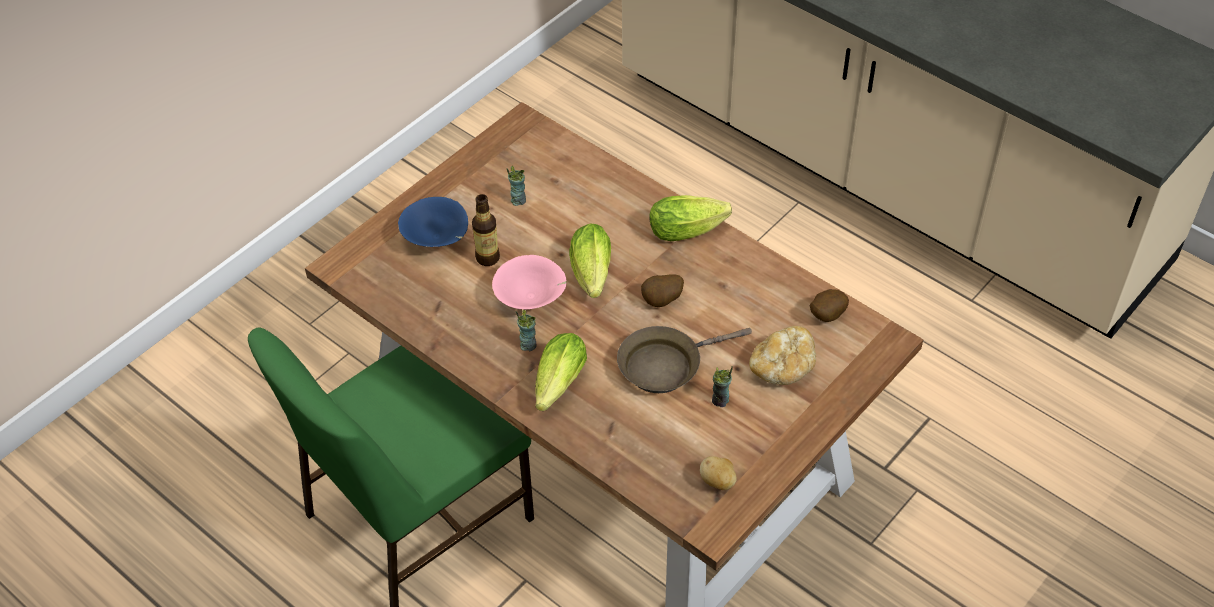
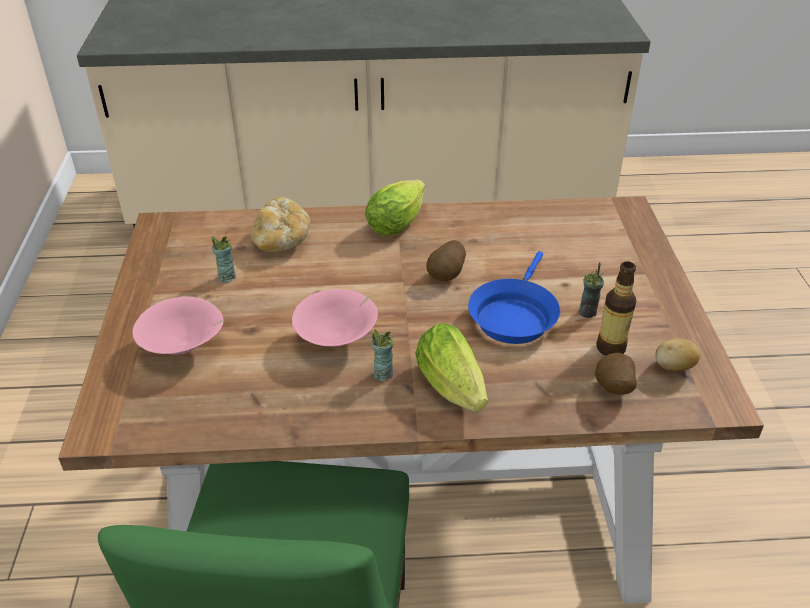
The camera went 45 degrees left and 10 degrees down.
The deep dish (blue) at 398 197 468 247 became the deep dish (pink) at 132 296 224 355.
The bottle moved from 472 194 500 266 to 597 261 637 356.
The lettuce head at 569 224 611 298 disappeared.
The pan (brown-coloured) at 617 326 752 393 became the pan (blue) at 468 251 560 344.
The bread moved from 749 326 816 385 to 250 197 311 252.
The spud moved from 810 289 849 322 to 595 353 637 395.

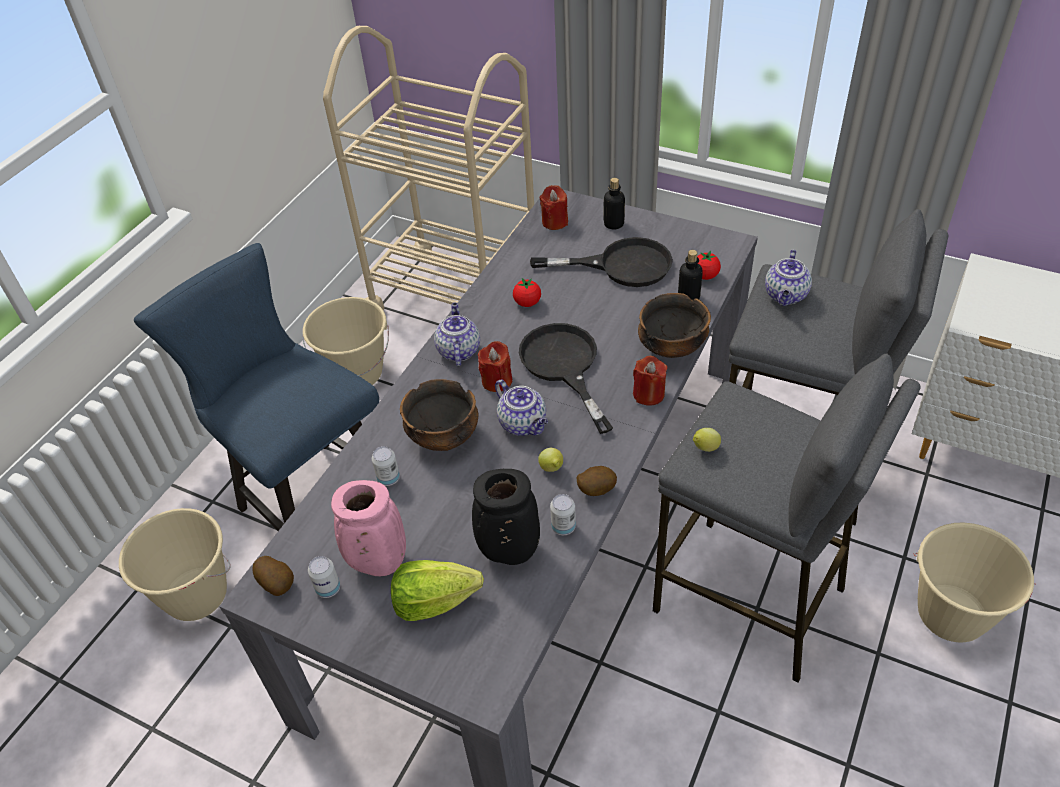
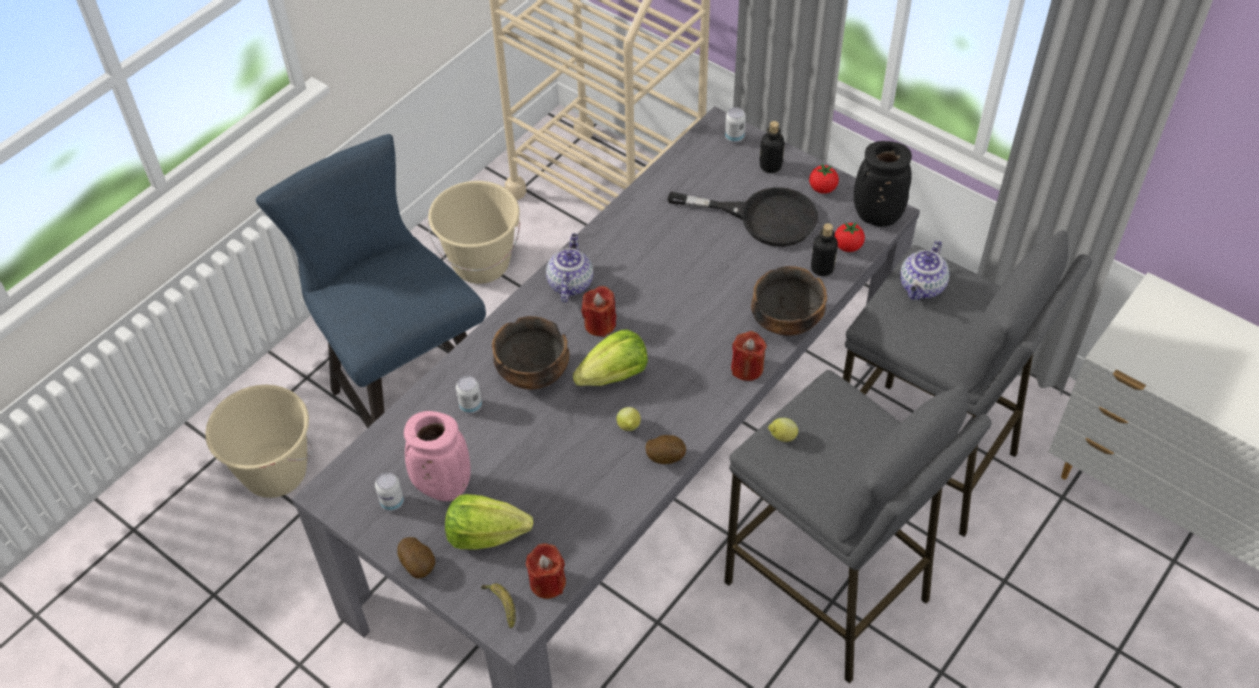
The camera went 10 degrees right and 5 degrees up.
The spud moved from 252 556 294 596 to 397 537 435 579.
The decorative vase (blackish) moved from 472 469 540 565 to 854 141 912 227.
The tea pot at 495 380 548 436 was replaced by the lettuce head at 573 329 648 386.
The tomato moved from 513 278 541 307 to 809 164 839 194.
The pan (blackish) at 519 323 613 434 disappeared.
The wax light (red-coloured) moved from 540 185 568 230 to 526 543 566 599.
The can moved from 550 494 576 535 to 725 107 746 142.
The bucket (beige-coloured) at 913 523 1035 642 disappeared.
The banana at 481 583 516 628 appeared.

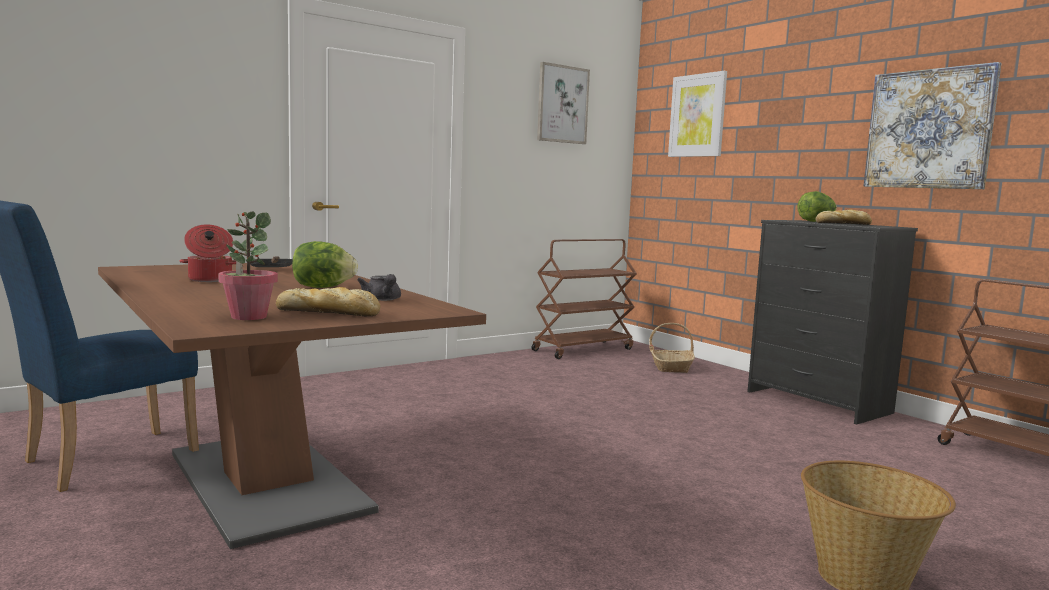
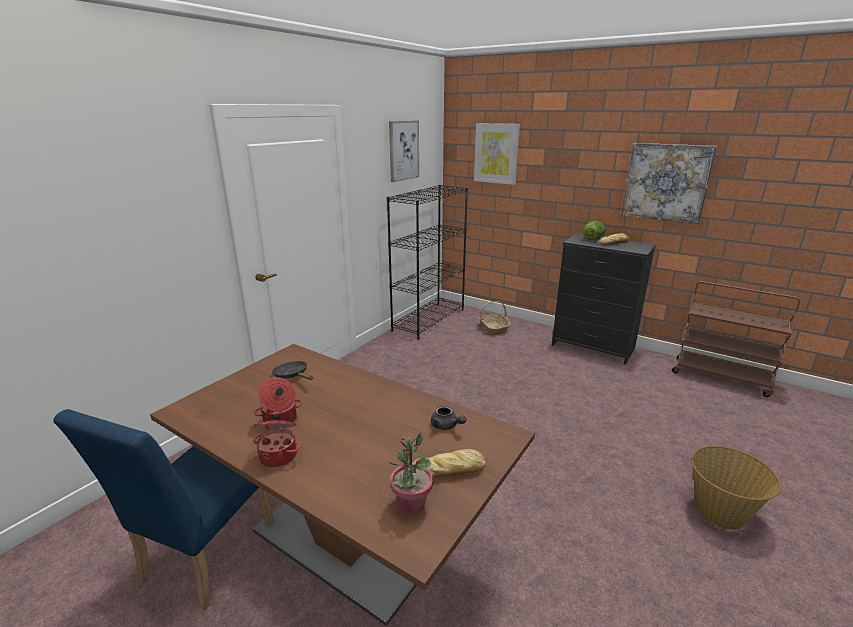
The camera went 20 degrees left and 15 degrees up.
The lettuce head at 292 241 358 288 disappeared.
The cart (brown-coloured) at 531 239 637 359 was replaced by the shelving unit (blackish) at 387 185 468 340.
The cooking pot at 253 415 301 468 appeared.

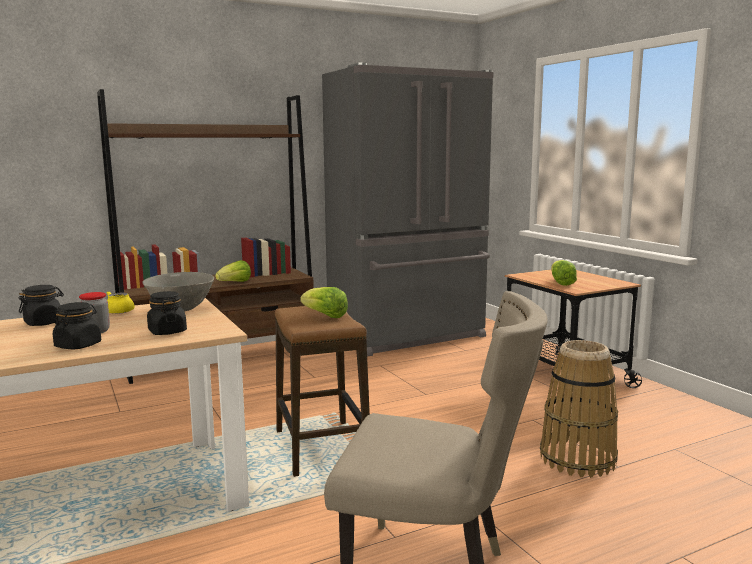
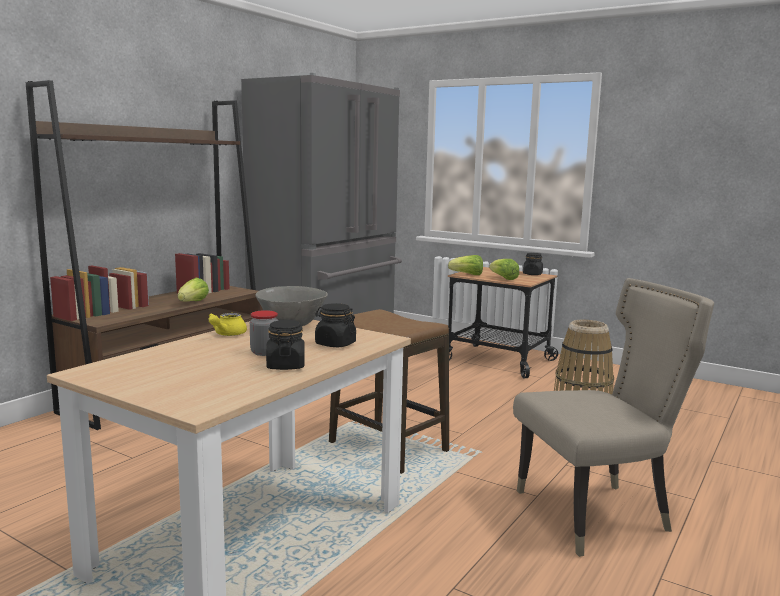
The camera went 30 degrees left and 0 degrees up.
The preserve jar (blackish) moved from 19 285 64 326 to 523 253 543 275.
The lettuce head moved from 300 287 348 318 to 448 255 483 275.

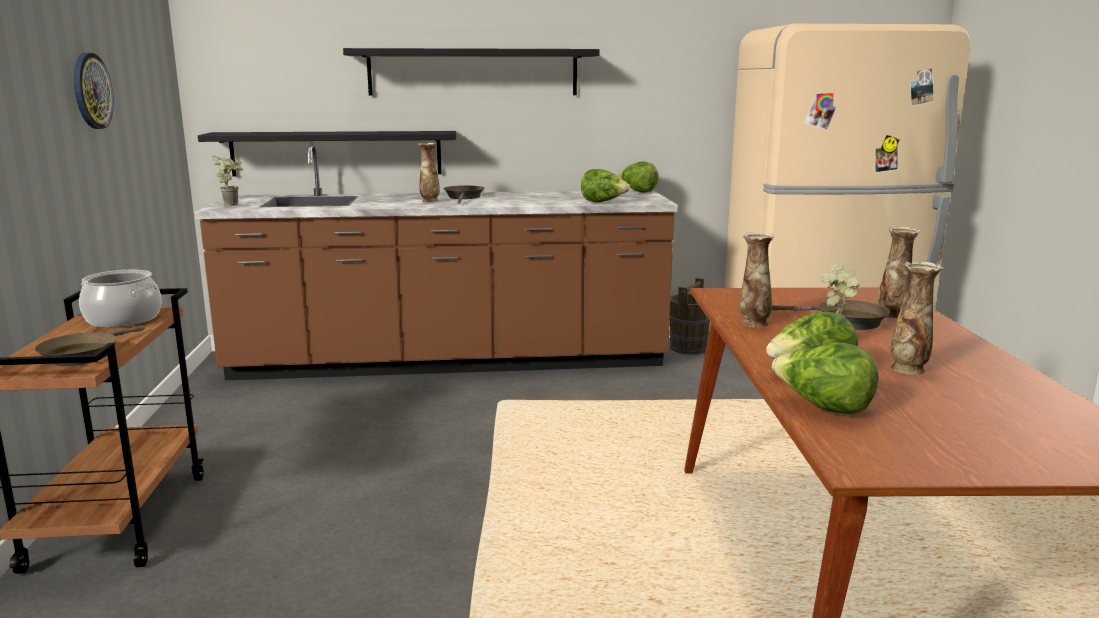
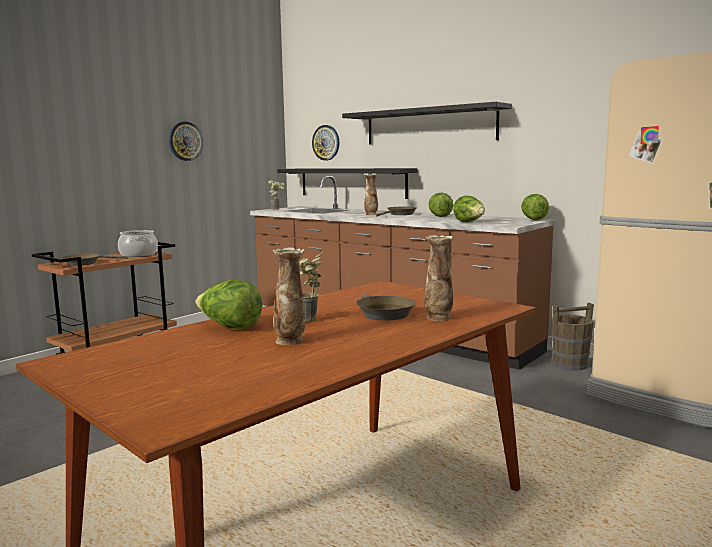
The camera went 45 degrees right and 5 degrees down.
The decorative vase at 740 232 774 328 disappeared.
The lettuce head moved from 772 343 879 414 to 428 192 453 217.
The hanging clock at 312 125 339 160 appeared.

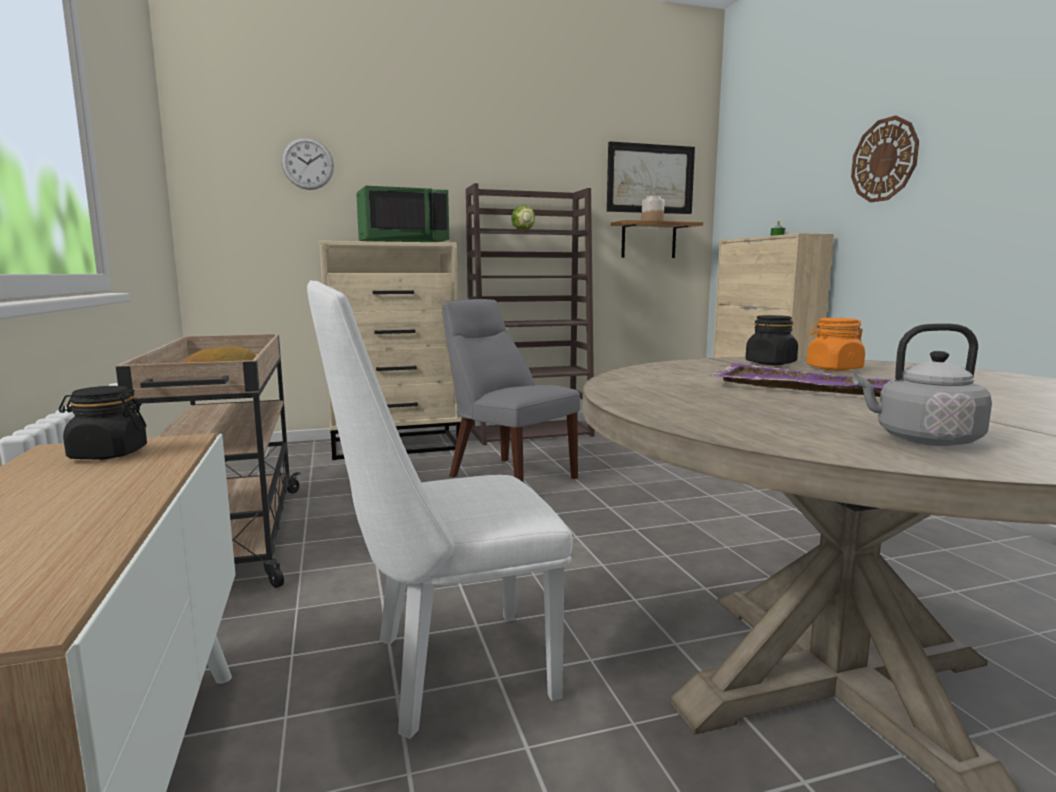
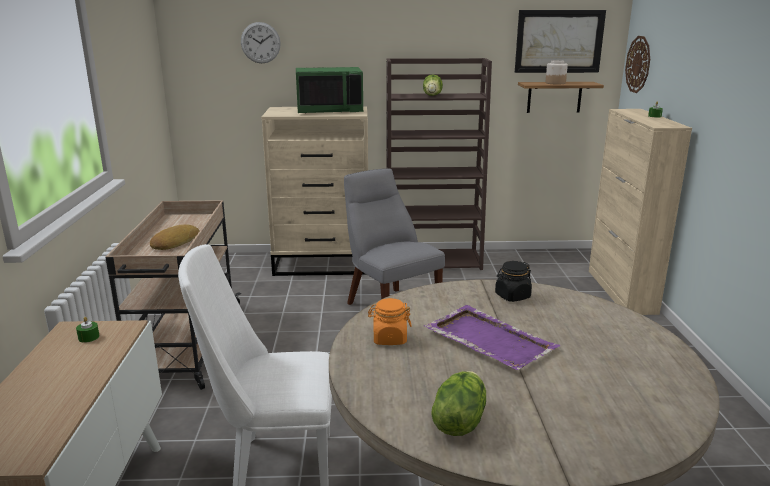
The camera went 15 degrees right and 10 degrees up.
The preserve jar (blackish) at 59 386 147 460 was replaced by the wax light (greenish) at 76 317 100 343.
The preserve jar (orange) moved from 806 318 865 371 to 368 298 412 345.
The hanging clock moved from 851 115 919 202 to 625 36 650 93.
The water kettle (grey) at 853 323 992 446 was replaced by the lettuce head at 431 371 486 436.

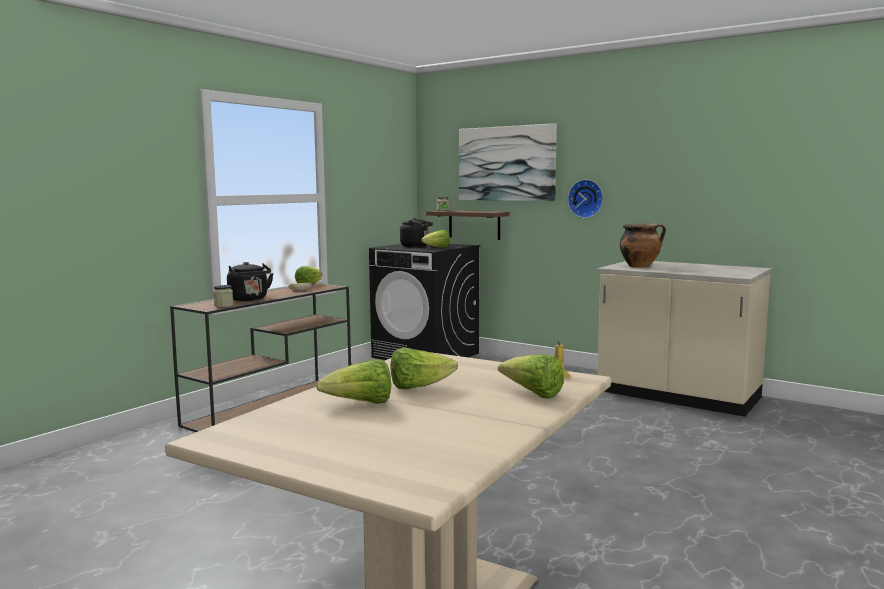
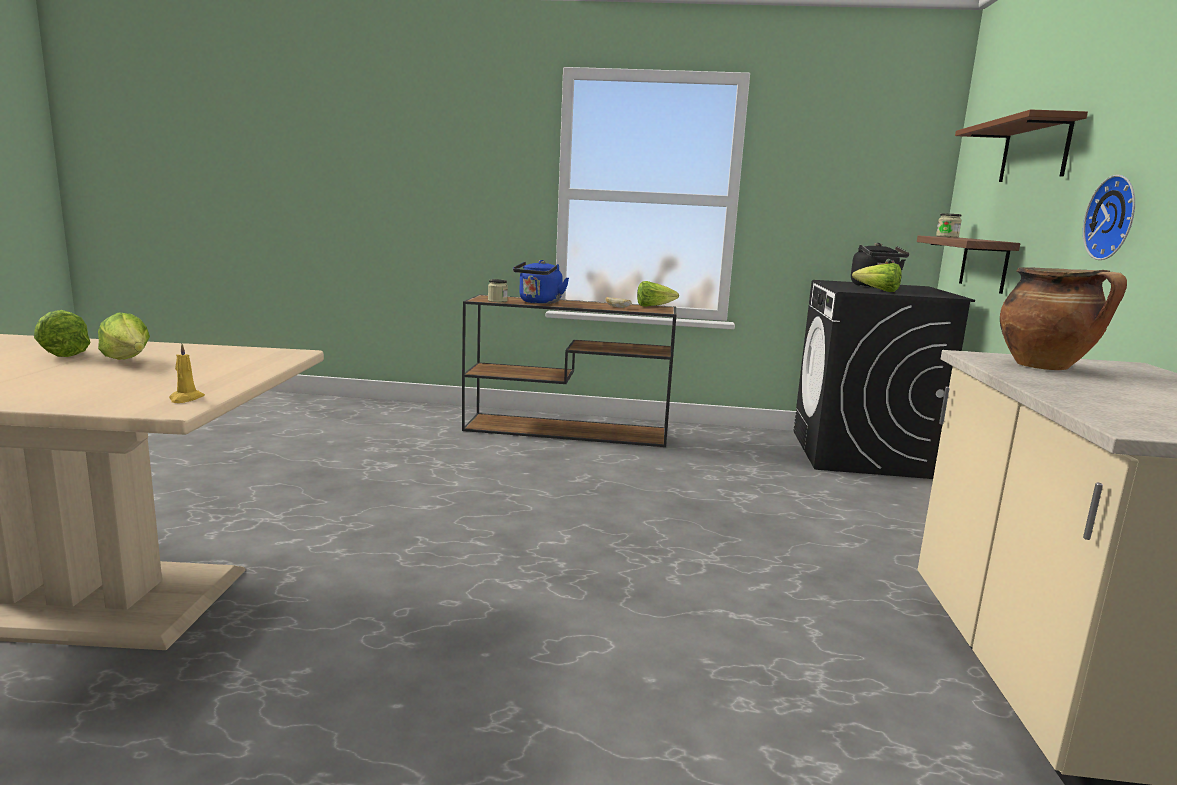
The camera went 60 degrees right and 5 degrees up.
The water kettle (blackish) at 227 262 274 301 became the water kettle (blue) at 513 260 569 304.
The wall picture at 459 123 557 201 was replaced by the shelf (brown-coloured) at 955 109 1088 182.
The lettuce head at 498 355 564 399 disappeared.

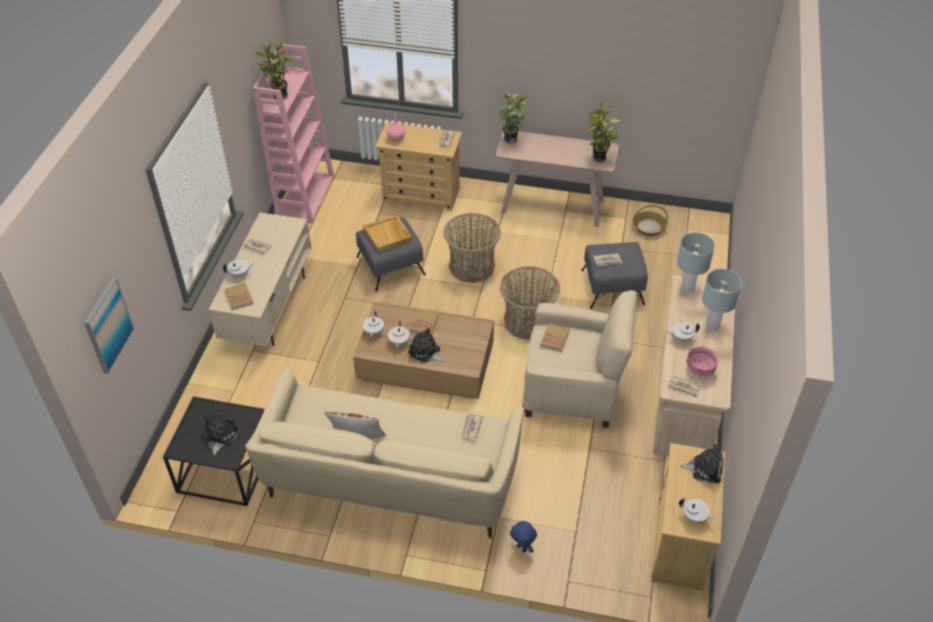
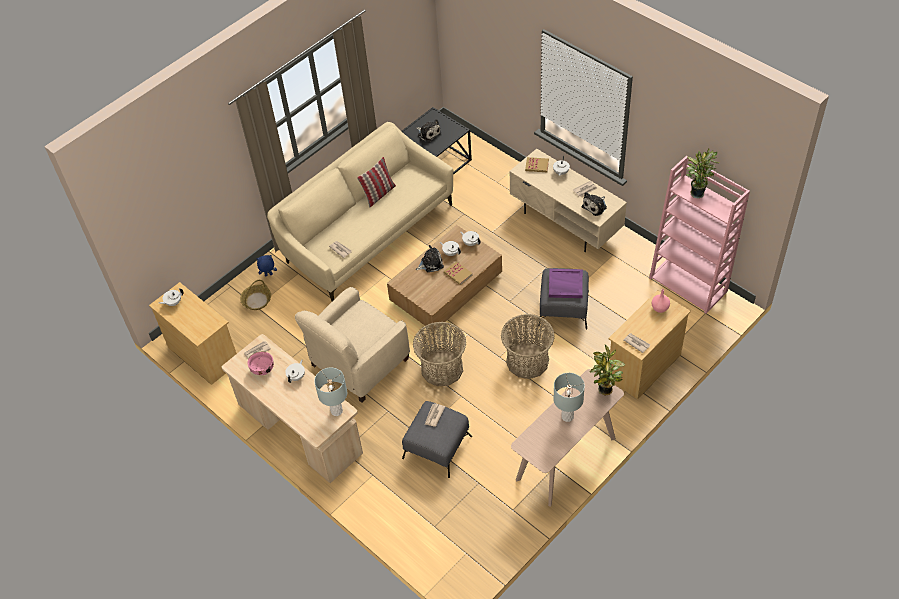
The camera went 125 degrees right and 5 degrees up.
The wall picture at 84 278 135 374 disappeared.
The tray (beige-coloured) at 363 215 412 252 became the tray (purplish) at 549 269 583 298.
The book at 540 323 570 352 disappeared.
The plant in a pot at 587 103 621 163 disappeared.
The basket moved from 633 205 668 236 to 240 280 271 310.
The plush toy moved from 680 443 724 483 to 582 192 607 216.
The table lamp (grey) moved from 702 269 742 331 to 553 373 585 422.

